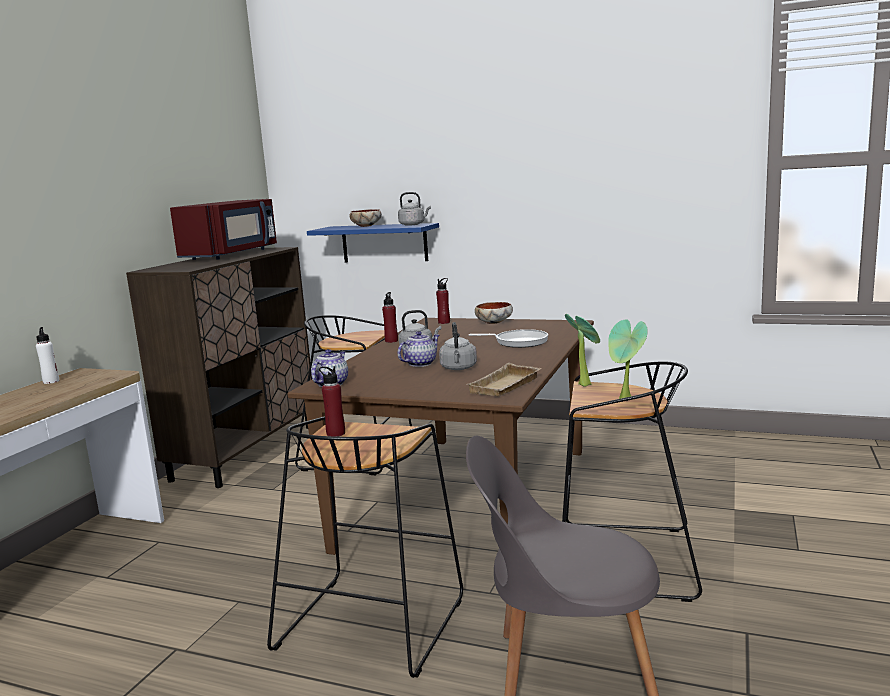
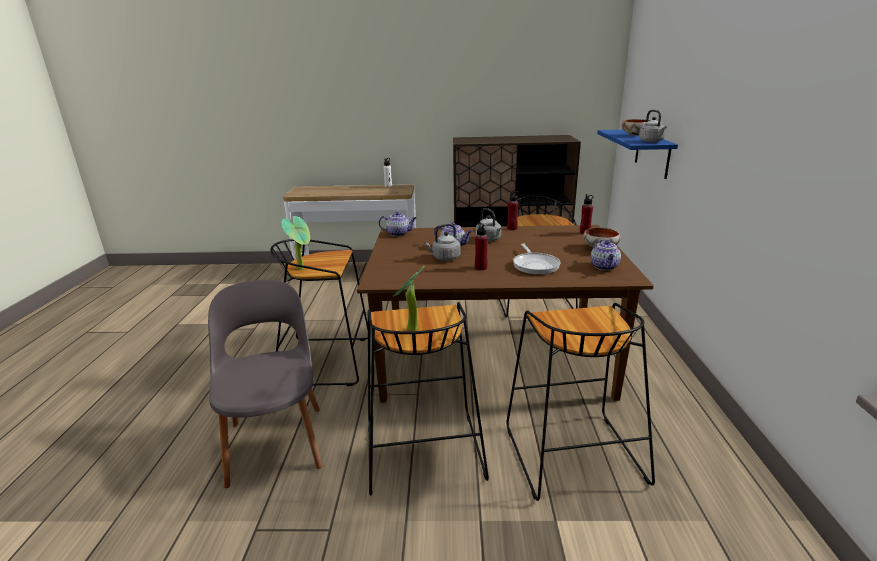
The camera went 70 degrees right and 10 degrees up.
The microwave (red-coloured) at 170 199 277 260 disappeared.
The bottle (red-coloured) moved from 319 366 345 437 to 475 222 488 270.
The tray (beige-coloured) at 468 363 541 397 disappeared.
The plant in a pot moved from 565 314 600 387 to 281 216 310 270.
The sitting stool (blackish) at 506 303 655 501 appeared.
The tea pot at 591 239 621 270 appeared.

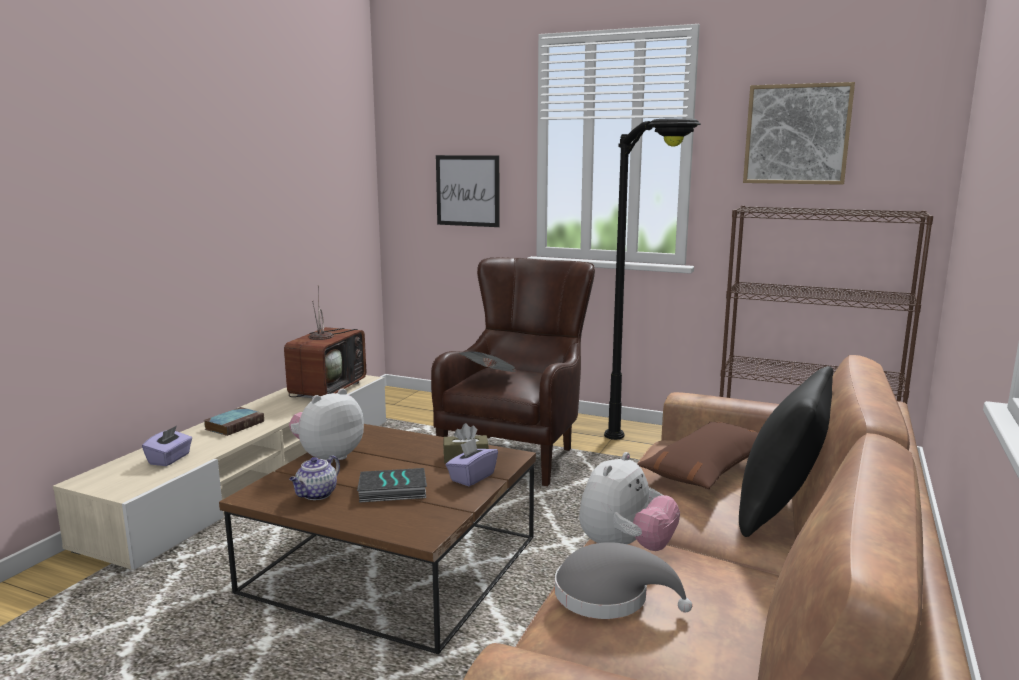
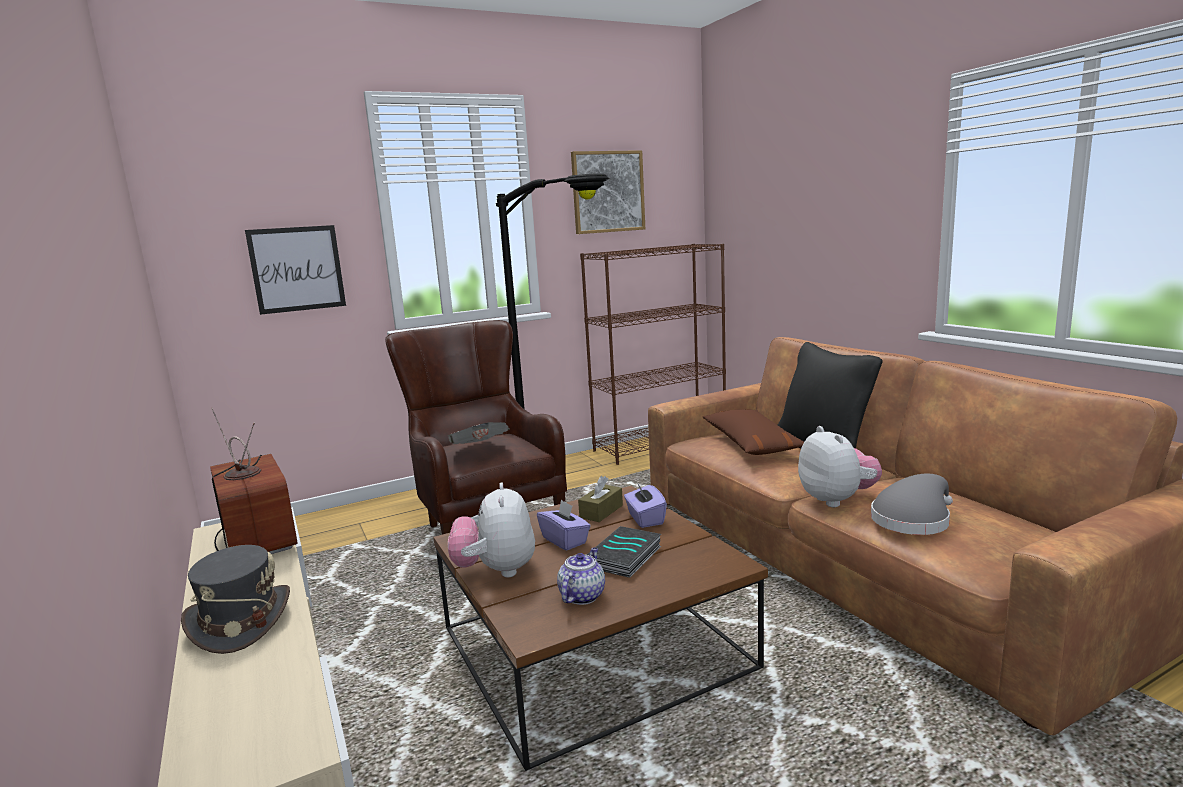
The camera went 50 degrees left and 0 degrees up.
The box of tissues (purplish) moved from 142 426 192 466 to 537 499 591 551.
The book at 204 407 264 436 was replaced by the wearable hat (grey) at 181 545 290 654.
The tea pot at 289 455 340 500 turned 135 degrees counterclockwise.

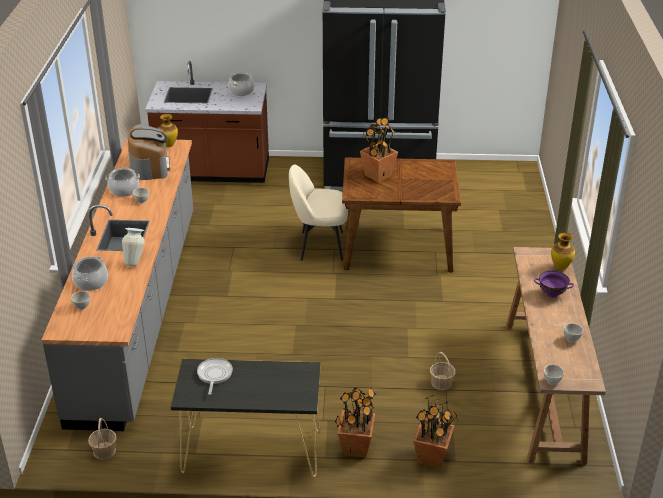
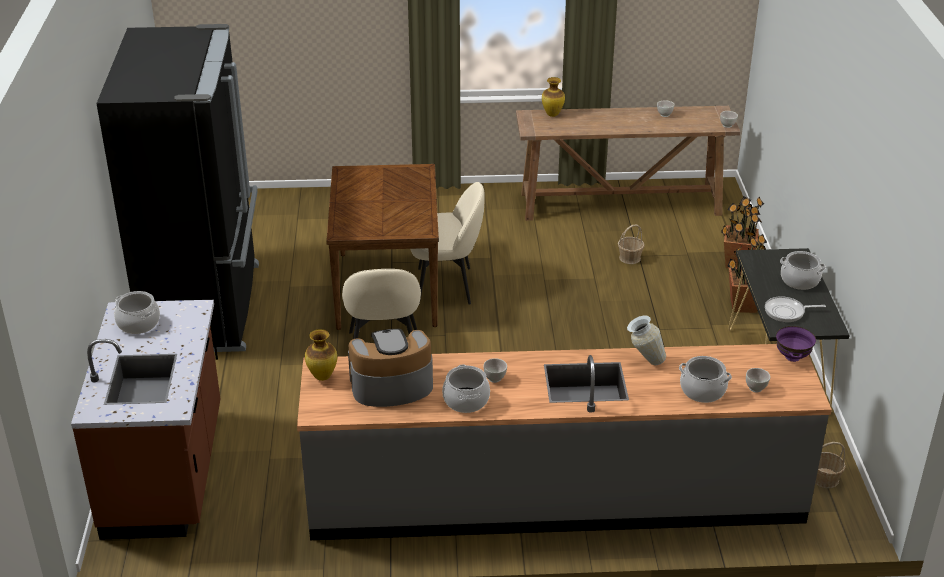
The camera went 95 degrees left and 0 degrees up.
The plant in a pot at 360 115 398 182 disappeared.
The deep dish (purplish) moved from 534 270 574 298 to 776 326 816 362.
The plain chair (beige-coloured) at 410 182 485 305 appeared.
The cooking pot at 780 251 826 290 appeared.

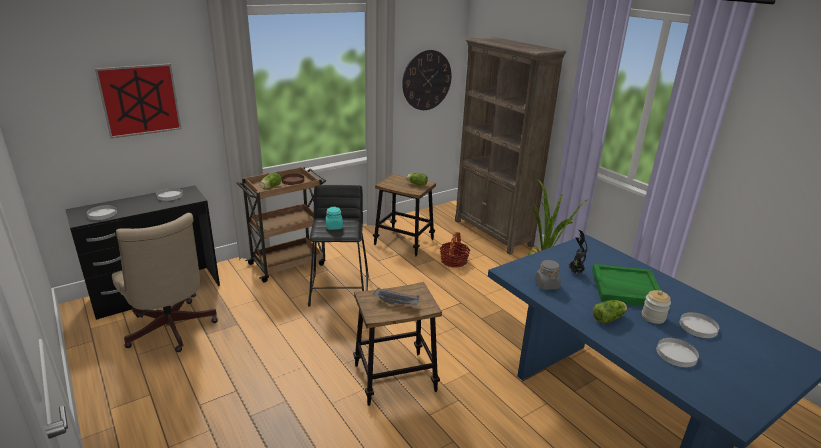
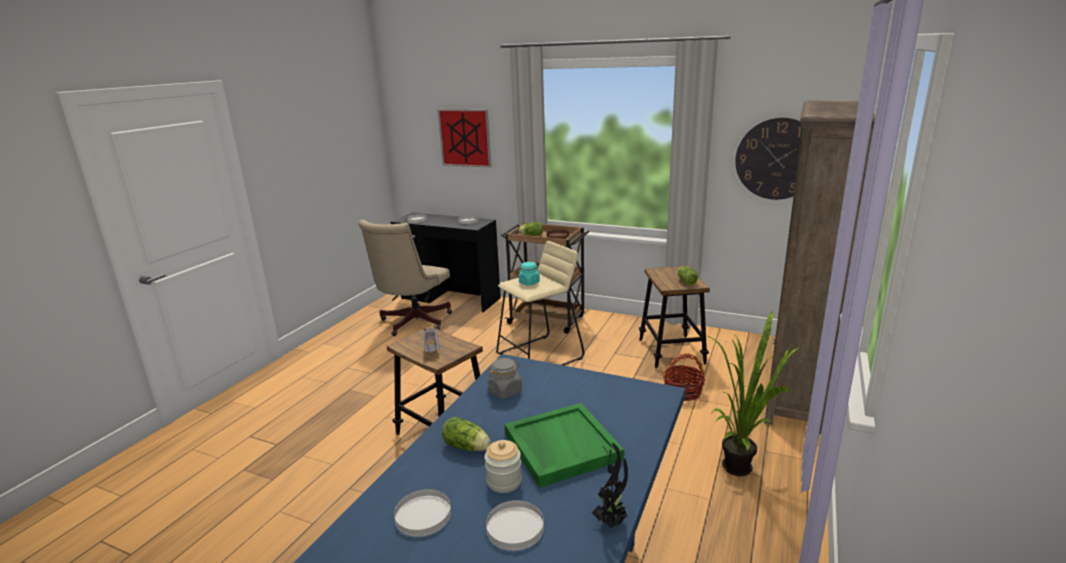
The camera went 60 degrees right and 5 degrees down.
The sitting stool (blackish) at 308 185 369 307 became the sitting stool (beige-coloured) at 496 241 585 365.
The plant in a pot moved from 568 230 587 273 to 592 442 628 528.

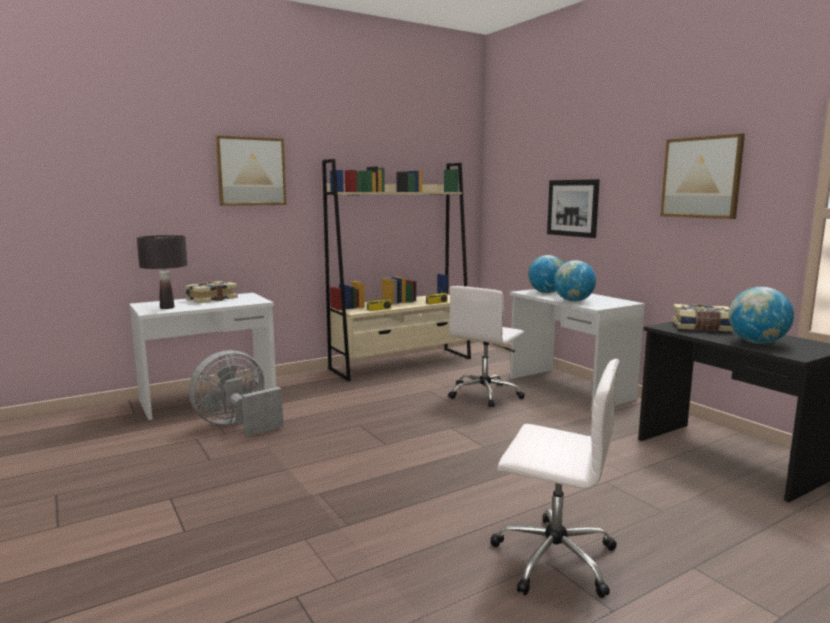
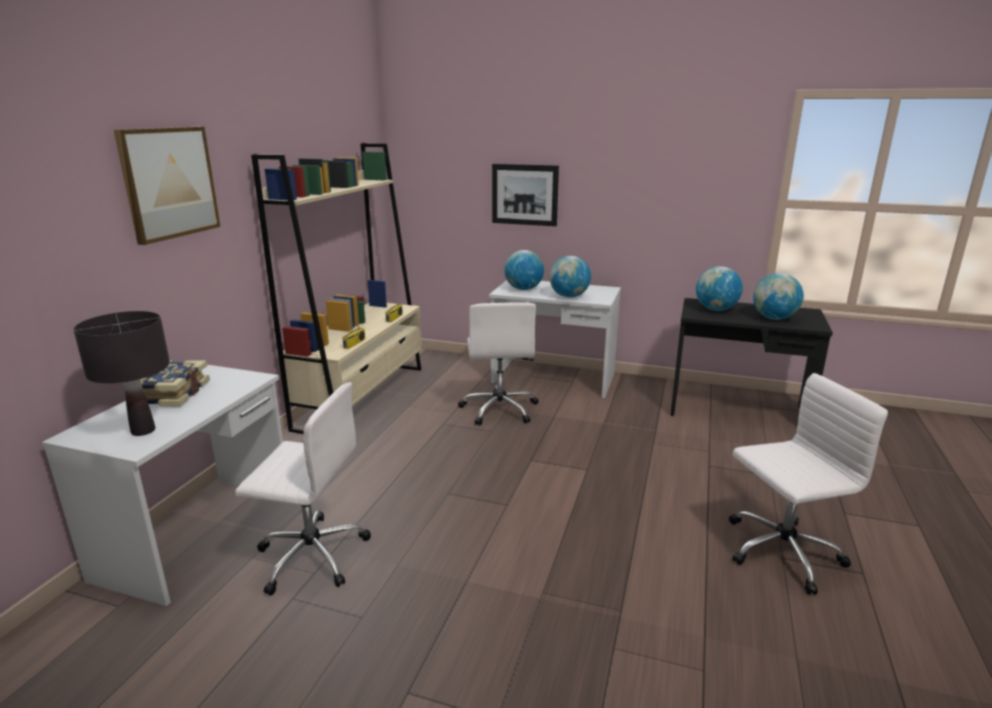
The camera went 40 degrees left and 10 degrees up.
The electric fan (grey) at 189 350 283 437 was replaced by the computer chair (whitish) at 235 382 371 596.
The wall picture at 660 133 745 219 disappeared.
The book at 672 304 735 332 was replaced by the globe at 696 266 743 311.

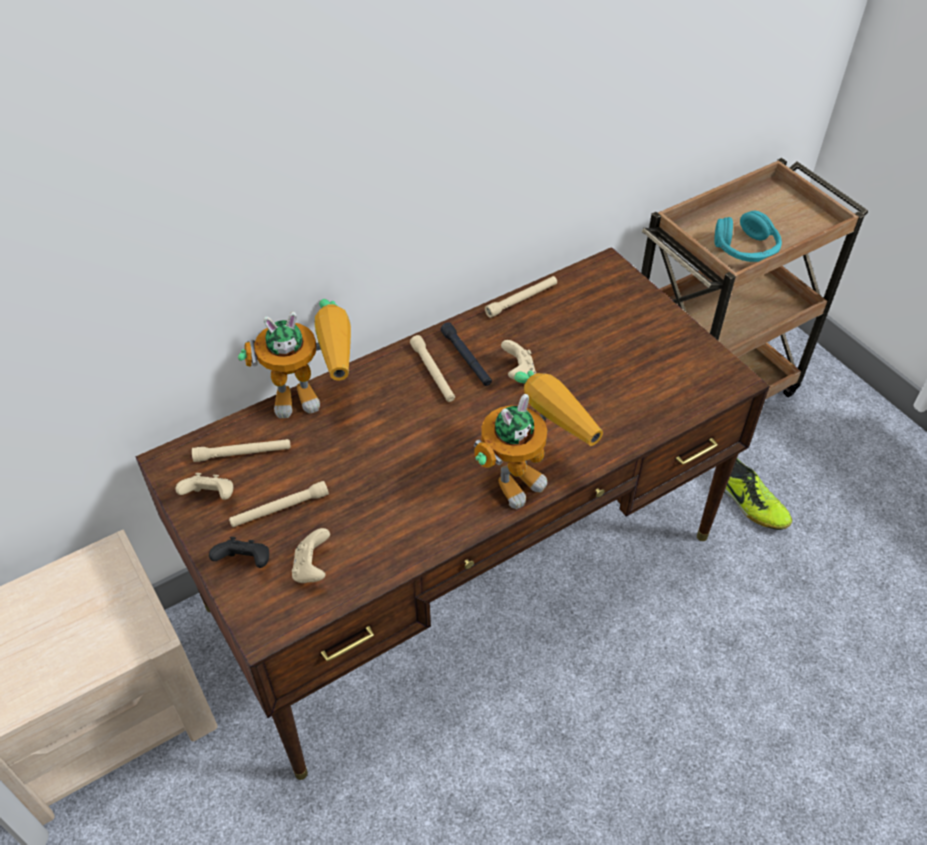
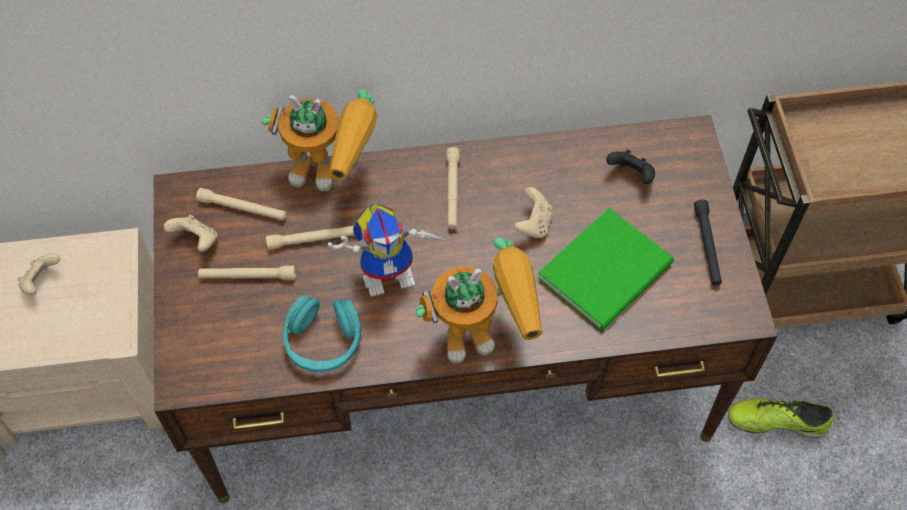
The camera went 25 degrees right and 10 degrees up.
The joypad (blackish) moved from 209 537 269 568 to 606 149 655 184.
The joypad (beige-coloured) moved from 292 528 330 583 to 17 253 60 295.
The hand torch (blackish) moved from 440 322 492 386 to 694 199 722 286.
The hand torch (beige-coloured) moved from 485 276 557 318 to 266 226 354 250.
The headphones (blue-green) moved from 714 211 782 262 to 283 295 362 372.
The item of footwear at 724 458 792 530 turned 105 degrees clockwise.
The model robot at 328 204 446 297 appeared.
The book (greenish) at 538 208 674 331 appeared.

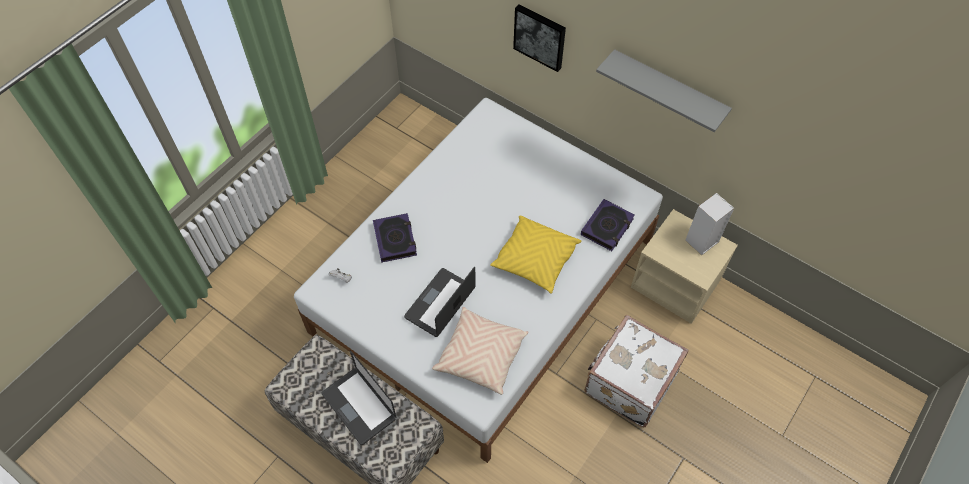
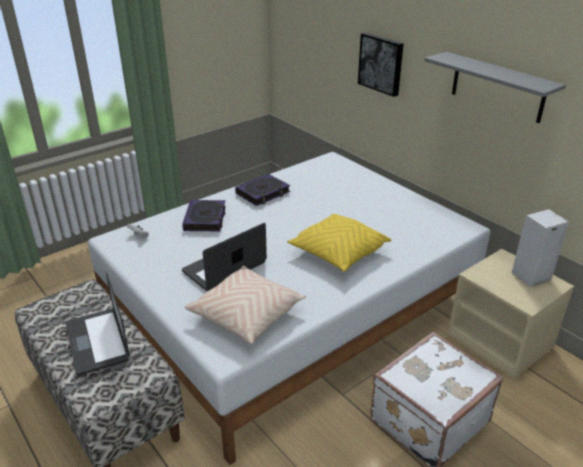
The camera went 15 degrees right and 25 degrees down.
The book moved from 581 199 635 251 to 235 174 290 206.

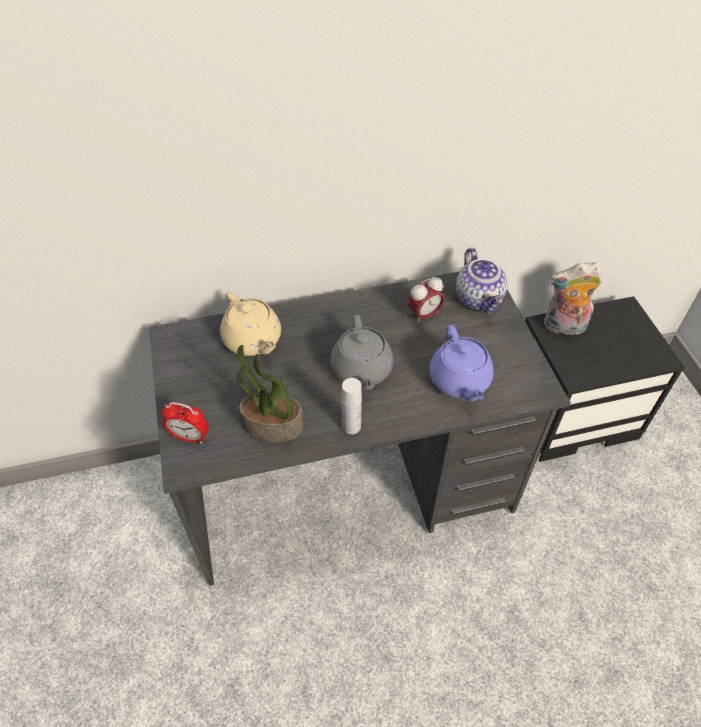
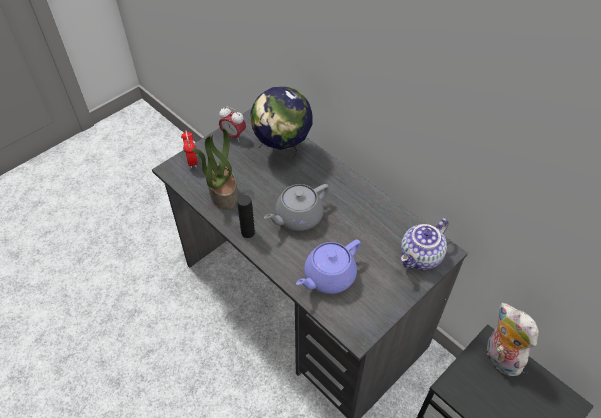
The camera went 60 degrees right and 0 degrees up.
The tea pot (beige-coloured) at 220 292 281 356 was replaced by the globe at 250 87 313 161.
The bottle (whitish) at 342 378 362 434 became the bottle (blackish) at 237 195 255 238.
The alarm clock moved from 408 276 445 324 to 219 106 246 142.

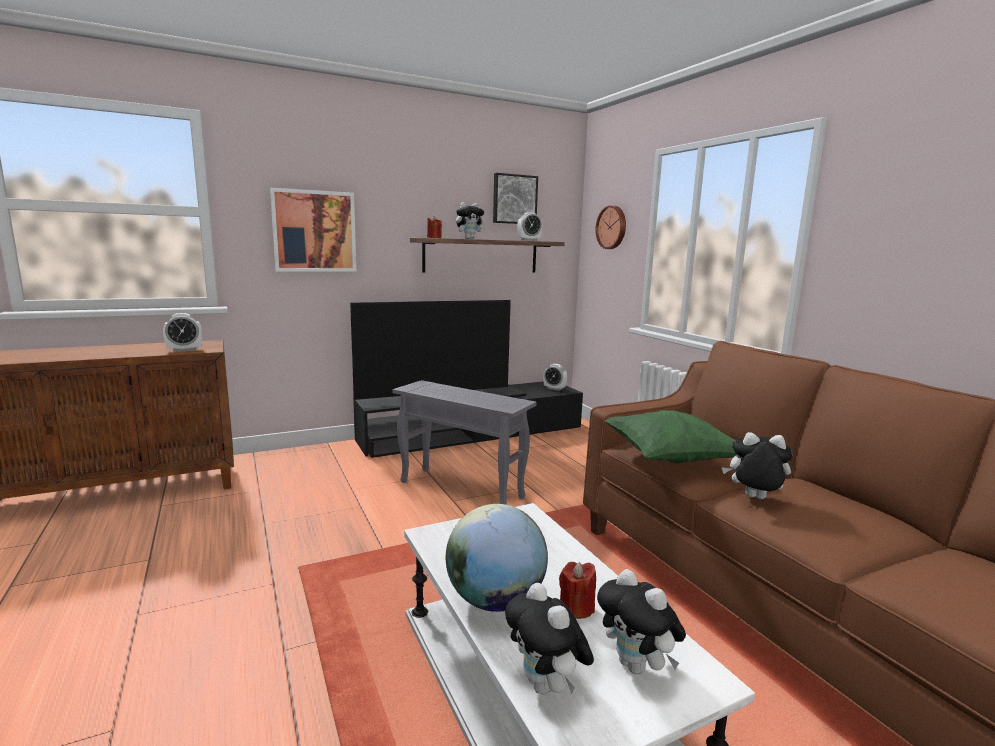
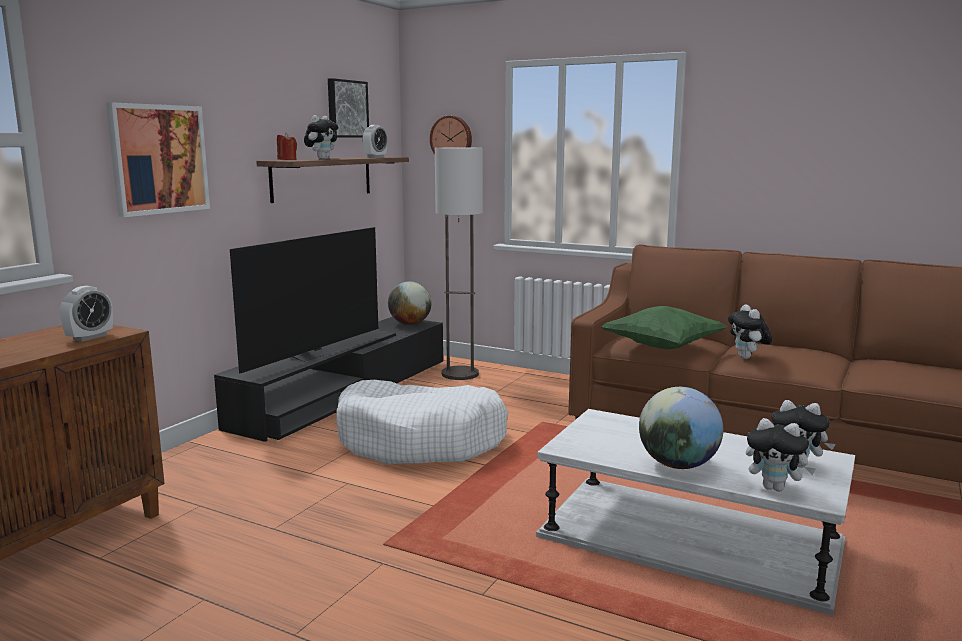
The camera went 35 degrees left and 0 degrees up.
The accent table (grey) at 392 380 536 505 was replaced by the dog cushion (whitish) at 337 380 508 464.
The alarm clock at 543 364 567 391 was replaced by the globe at 388 281 432 325.
The wax light (red-coloured) at 559 562 596 619 disappeared.
The plush toy at 722 432 793 499 turned 75 degrees counterclockwise.
The standing lamp at 435 148 483 380 appeared.

